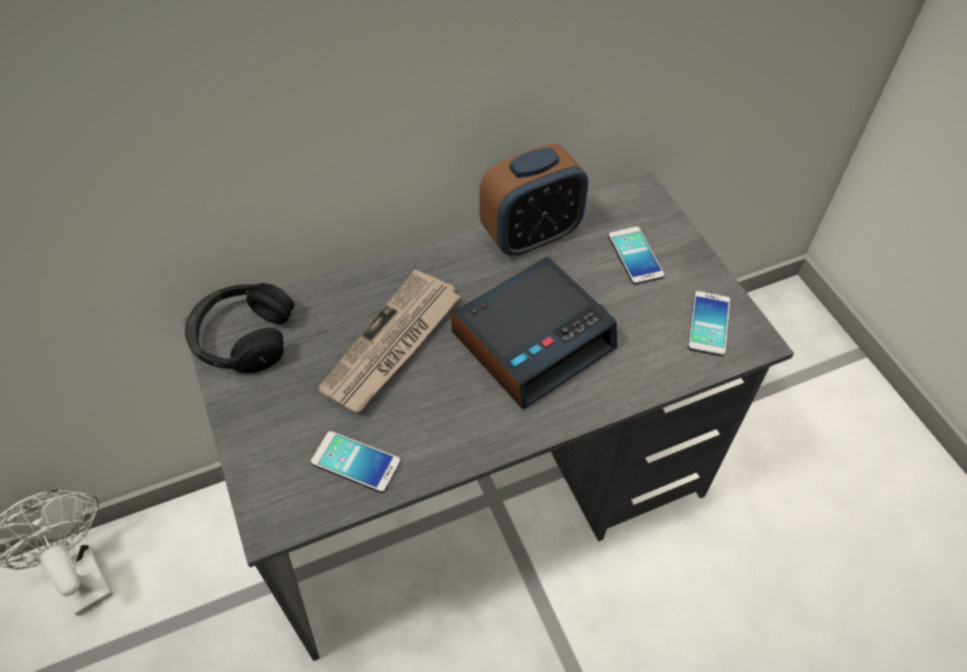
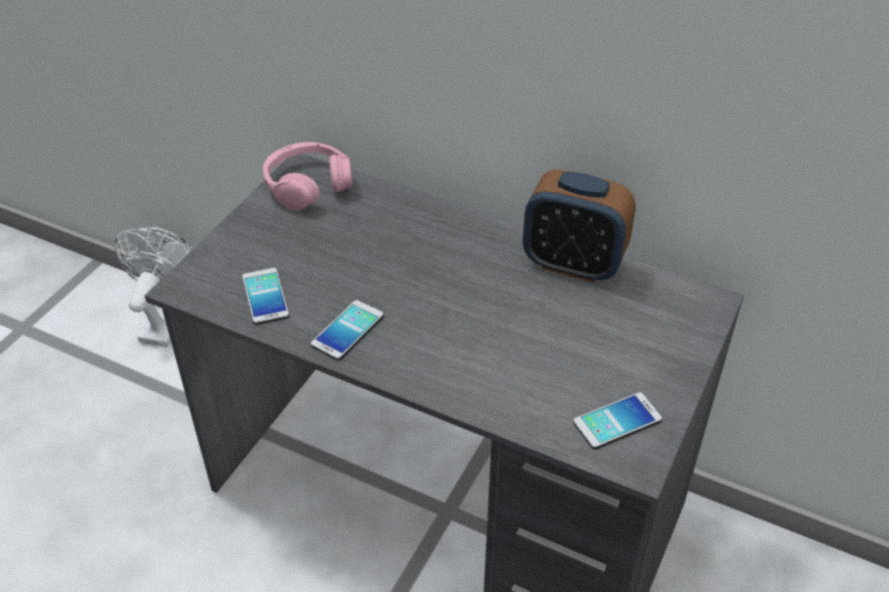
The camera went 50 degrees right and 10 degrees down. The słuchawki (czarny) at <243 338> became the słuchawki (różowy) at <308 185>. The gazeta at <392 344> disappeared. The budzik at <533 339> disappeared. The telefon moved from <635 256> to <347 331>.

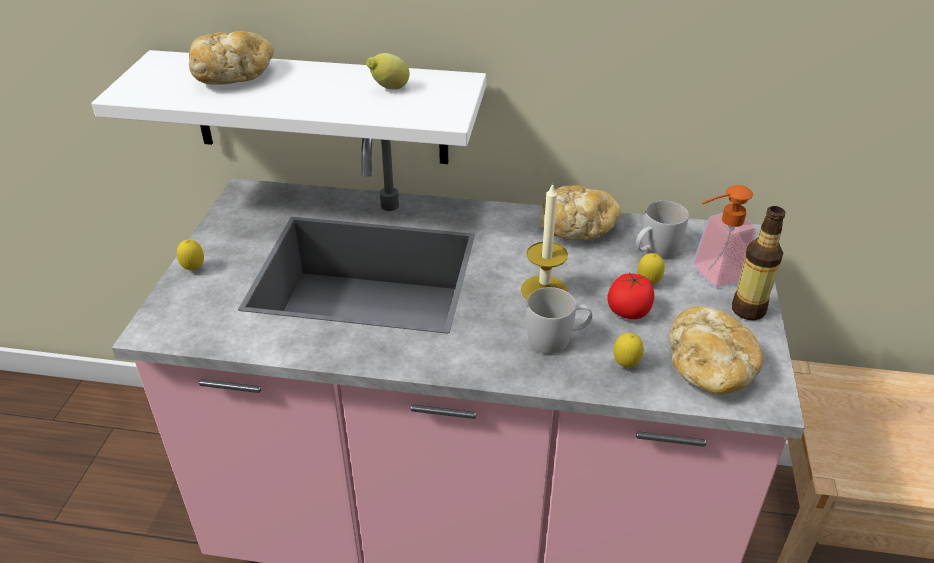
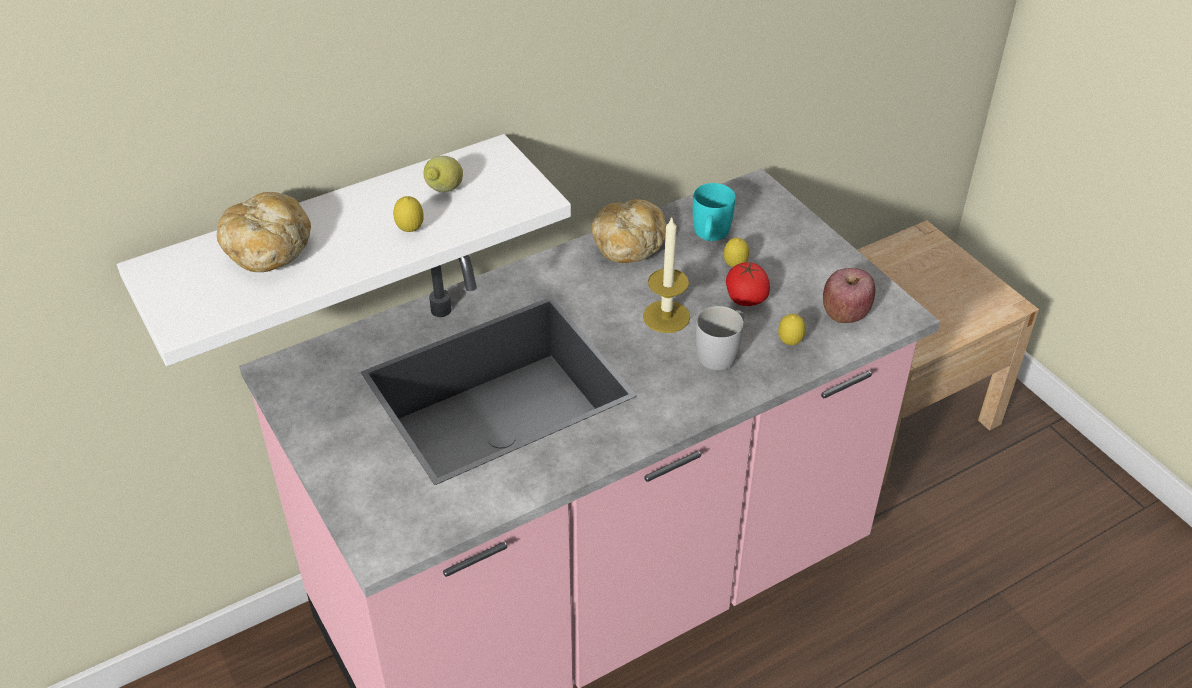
The camera went 40 degrees left and 5 degrees up. The cytryna moved from <194 269> to <410 231>. The kubek (biały) at <654 251> became the kubek (turkusowy) at <710 235>. The chleb at <709 369> was replaced by the jabłko at <845 313>. The dozownik mydła at <711 275> disappeared. The butelka at <748 310> disappeared.

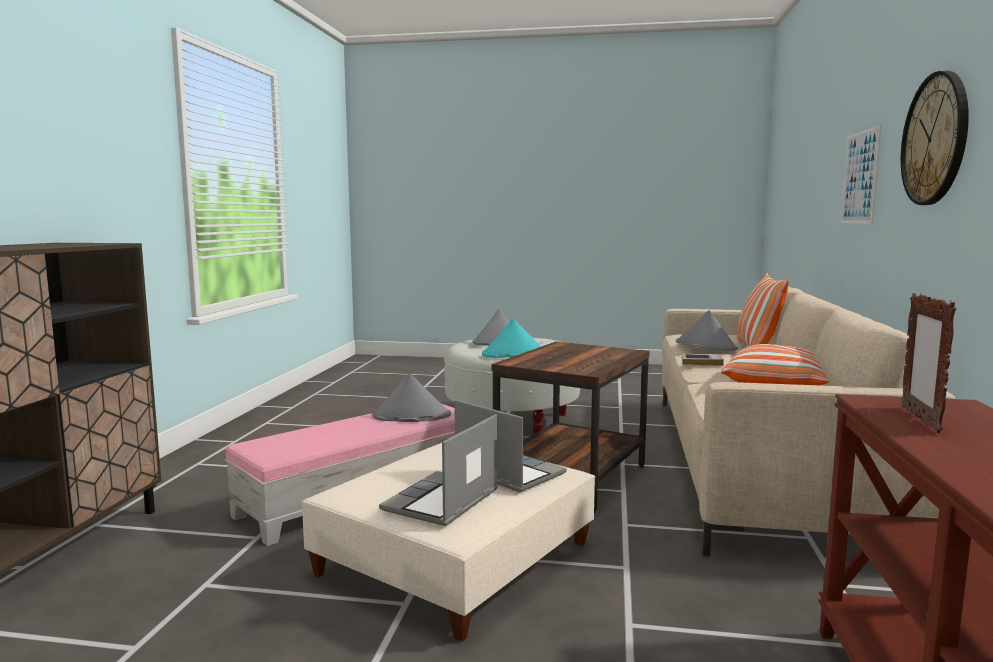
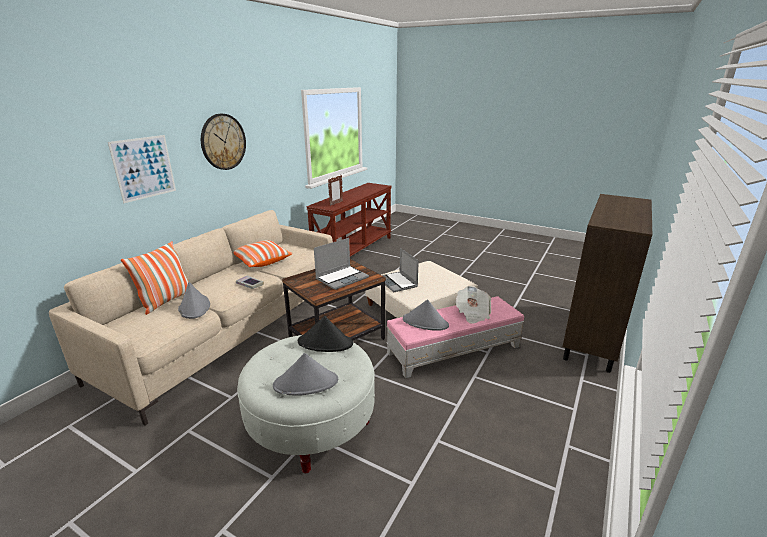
The camera went 160 degrees left and 15 degrees up. The laptop moved from <441 501> to <342 278>. The kapelusz (turkusowy) at <513 354> became the kapelusz (czarny) at <325 343>. The gazeta at <472 313> appeared.

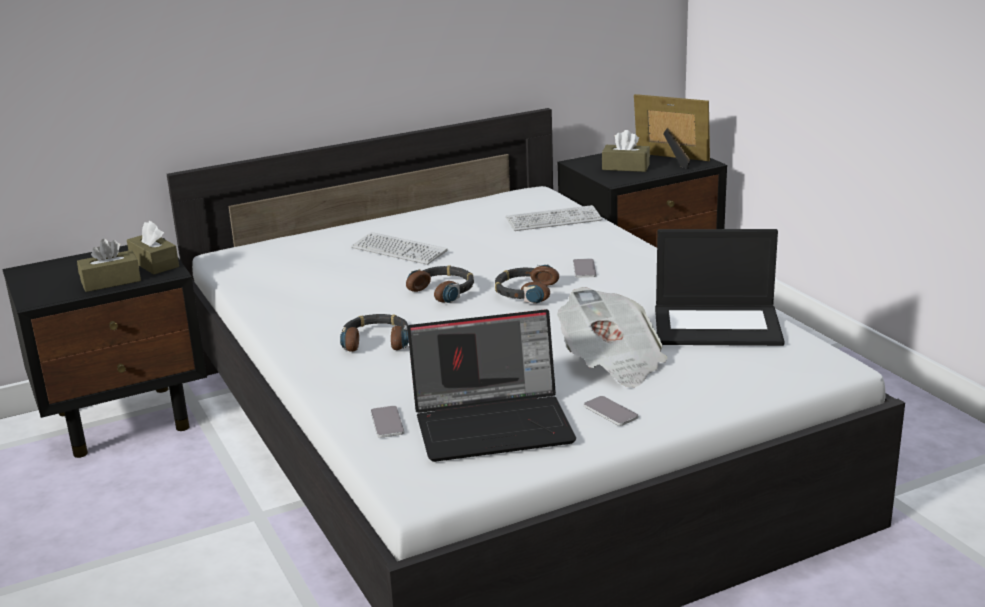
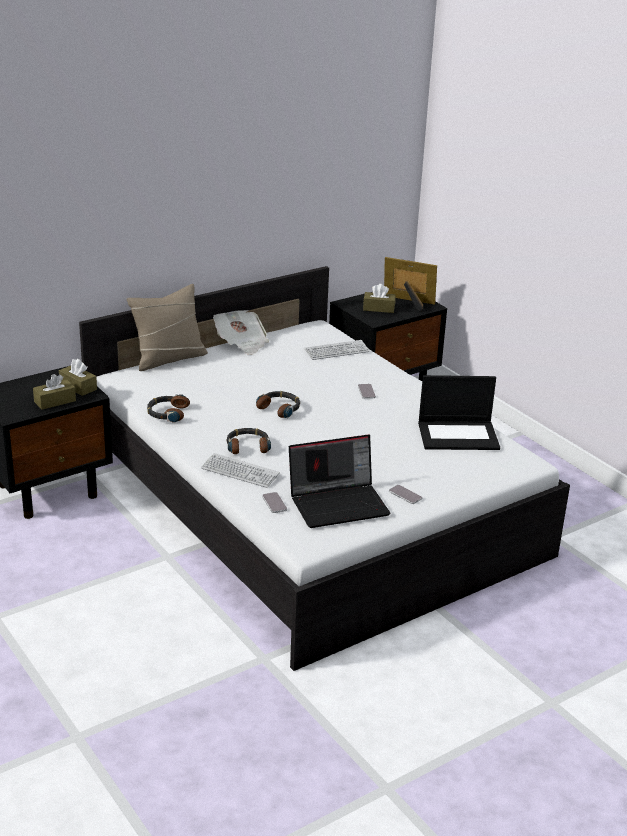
The camera went 10 degrees left and 5 degrees up. The klawiatura moved from <399 250> to <240 472>. The słuchawki moved from <525 292> to <167 413>. The gazeta moved from <612 363> to <241 343>. The poduszka (beżowy) at <169 358> appeared.

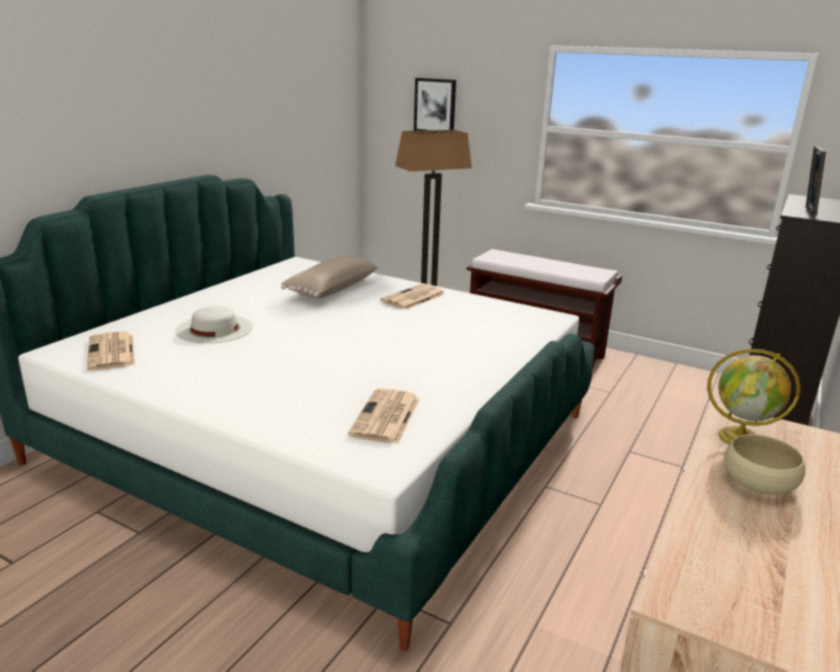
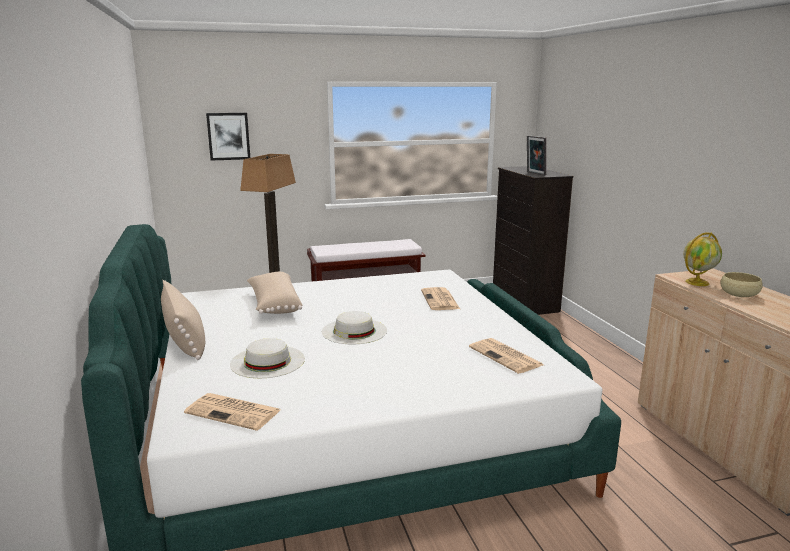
The camera went 45 degrees left and 5 degrees down. The gazeta moved from <413 298> to <440 300>. The poduszka (beżowy) at <185 339> appeared. The kapelusz (biały) at <354 331> appeared.

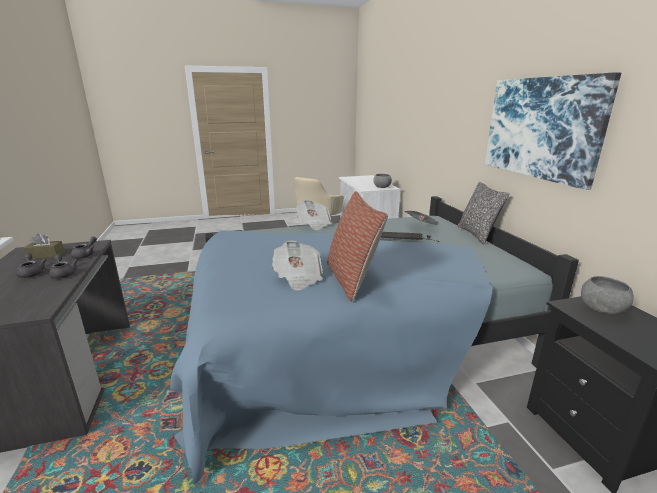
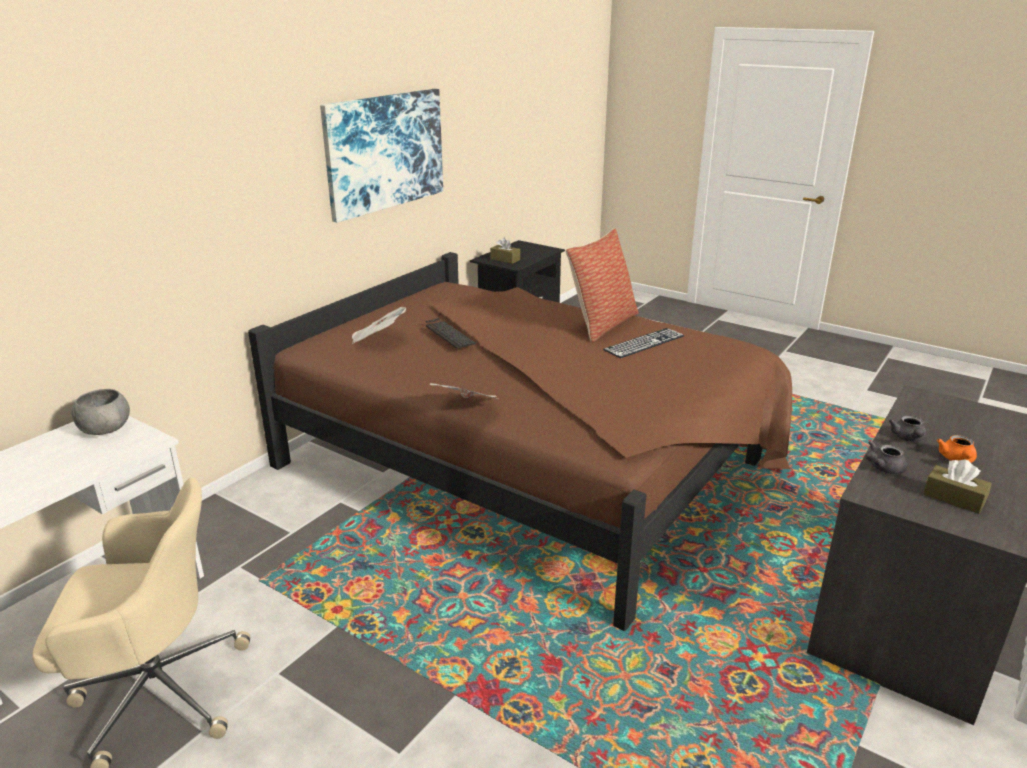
The camera went 130 degrees left and 5 degrees up. The imbryk (szary) at <32 273> became the imbryk (pomarańczowy) at <956 459>. The łóżko (niebieski) at <351 336> became the łóżko (brązowy) at <534 460>. The gazeta at <298 278> was replaced by the klawiatura at <644 343>. The poduszka at <477 234> disappeared. The miska (szary) at <601 309> was replaced by the pudełko chusteczek (brązowy) at <505 259>.

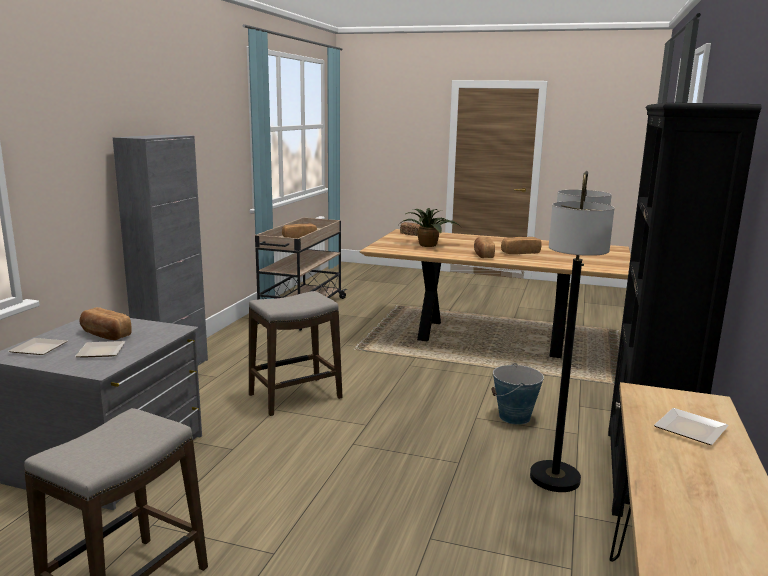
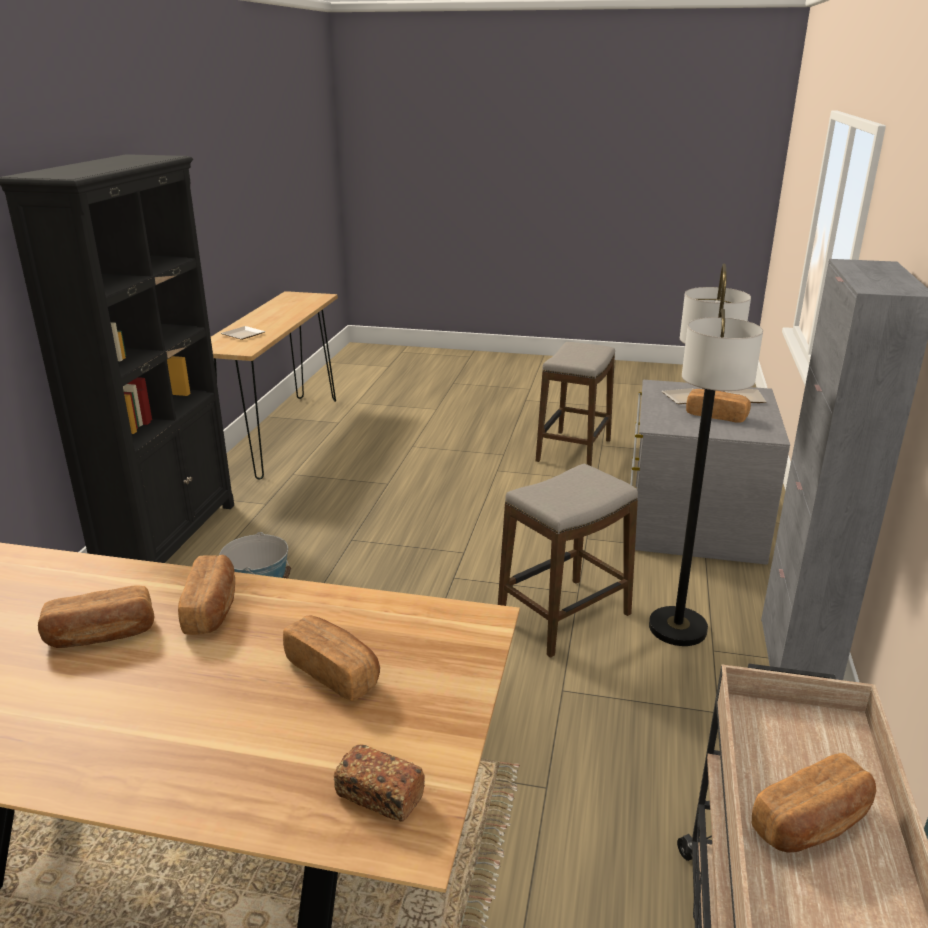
The camera went 175 degrees right and 10 degrees up. The roślina doniczkowa at <429 245> was replaced by the chleb at <334 671>. The lampa stojąca moved from <555 478> to <677 628>.

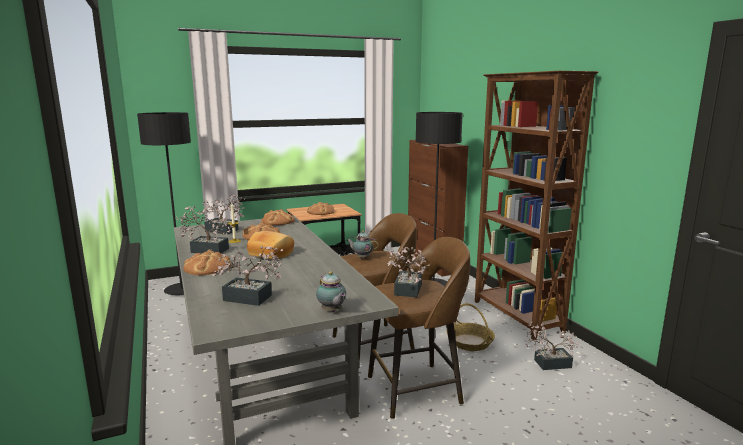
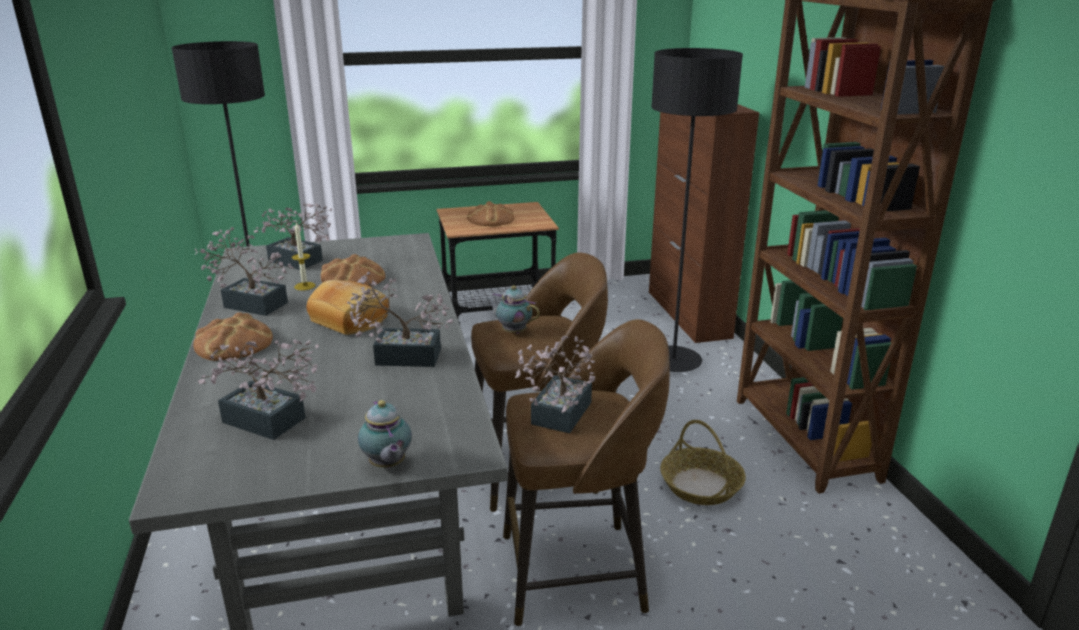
The camera went 10 degrees right and 10 degrees up. The chleb at <277 221> disappeared. The roślina doniczkowa moved from <548 363> to <400 356>.

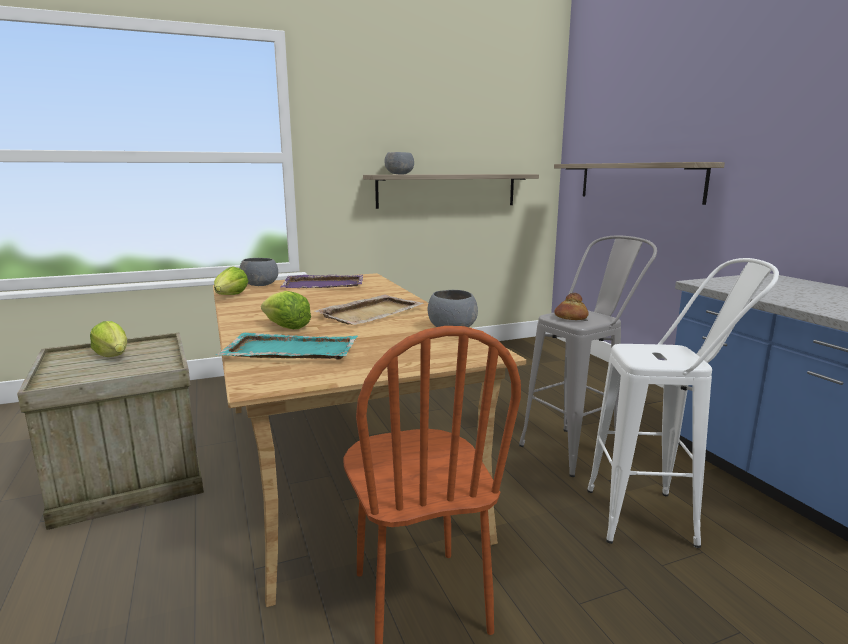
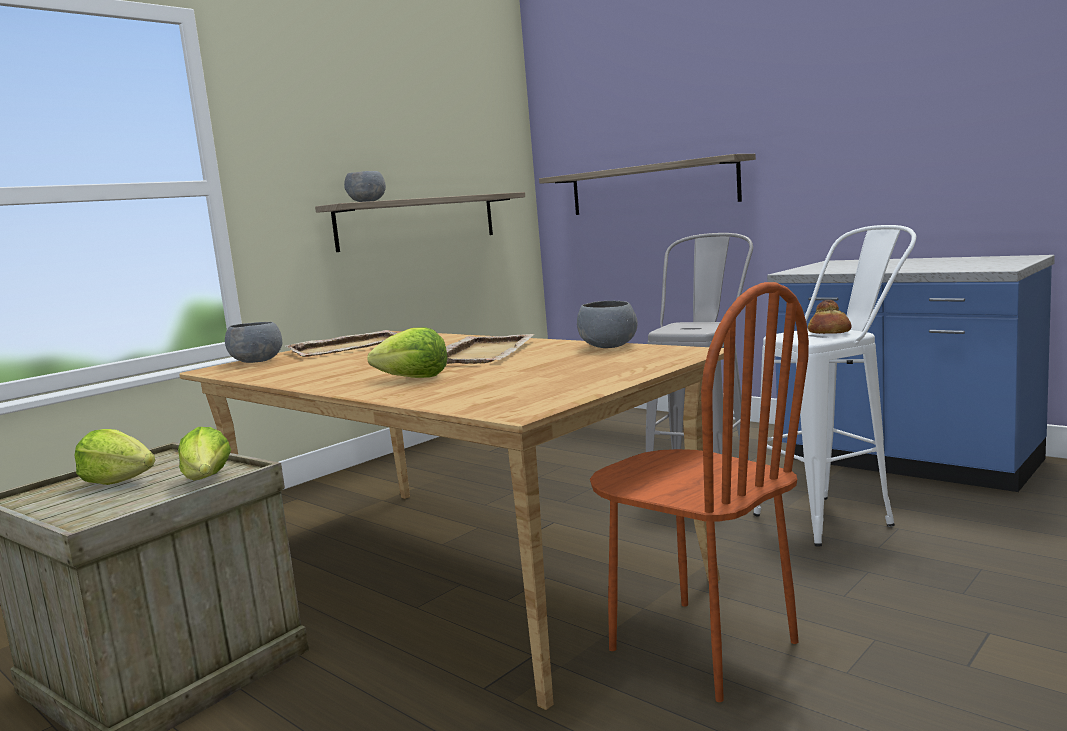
The camera went 25 degrees left and 5 degrees down. The sałata moved from <230 296> to <207 481>. The taca (turkusowy) at <290 350> disappeared. The taca (fioletowy) at <324 284> became the taca (beżowy) at <349 347>. The chleb moved from <570 318> to <829 333>.

